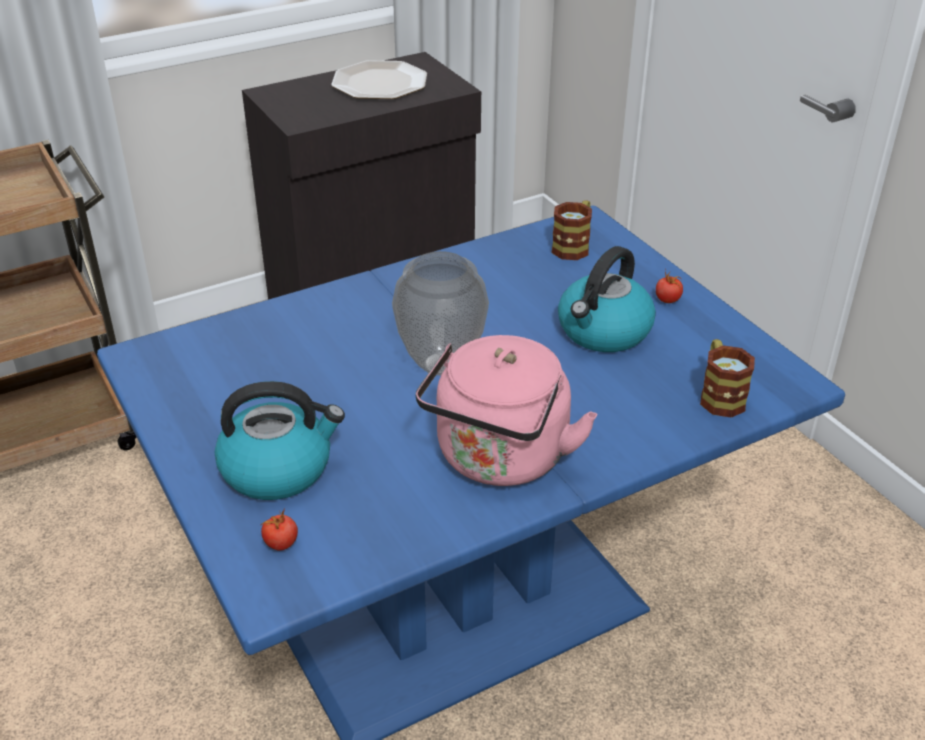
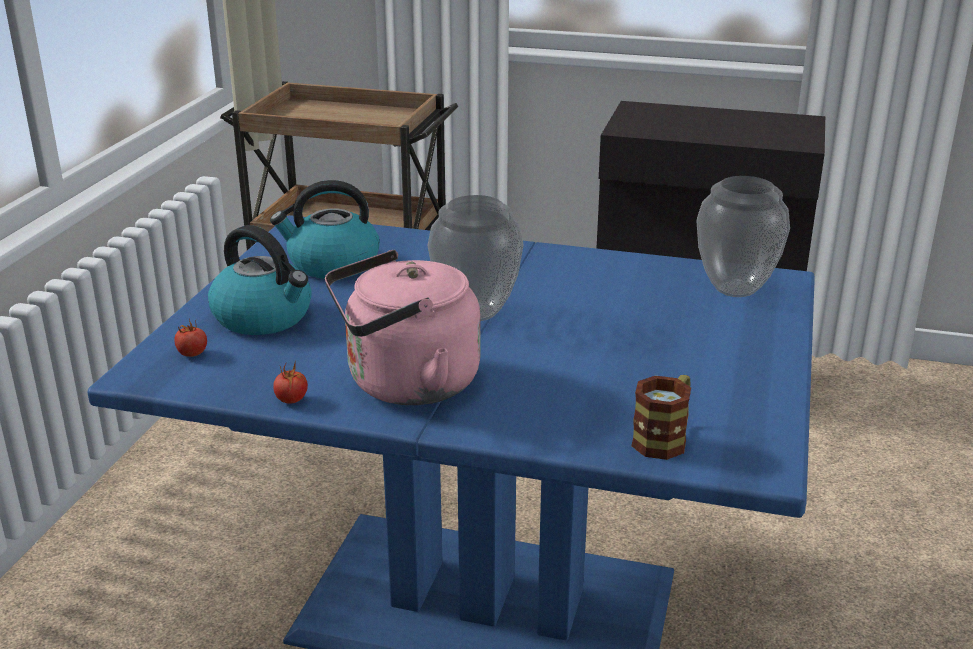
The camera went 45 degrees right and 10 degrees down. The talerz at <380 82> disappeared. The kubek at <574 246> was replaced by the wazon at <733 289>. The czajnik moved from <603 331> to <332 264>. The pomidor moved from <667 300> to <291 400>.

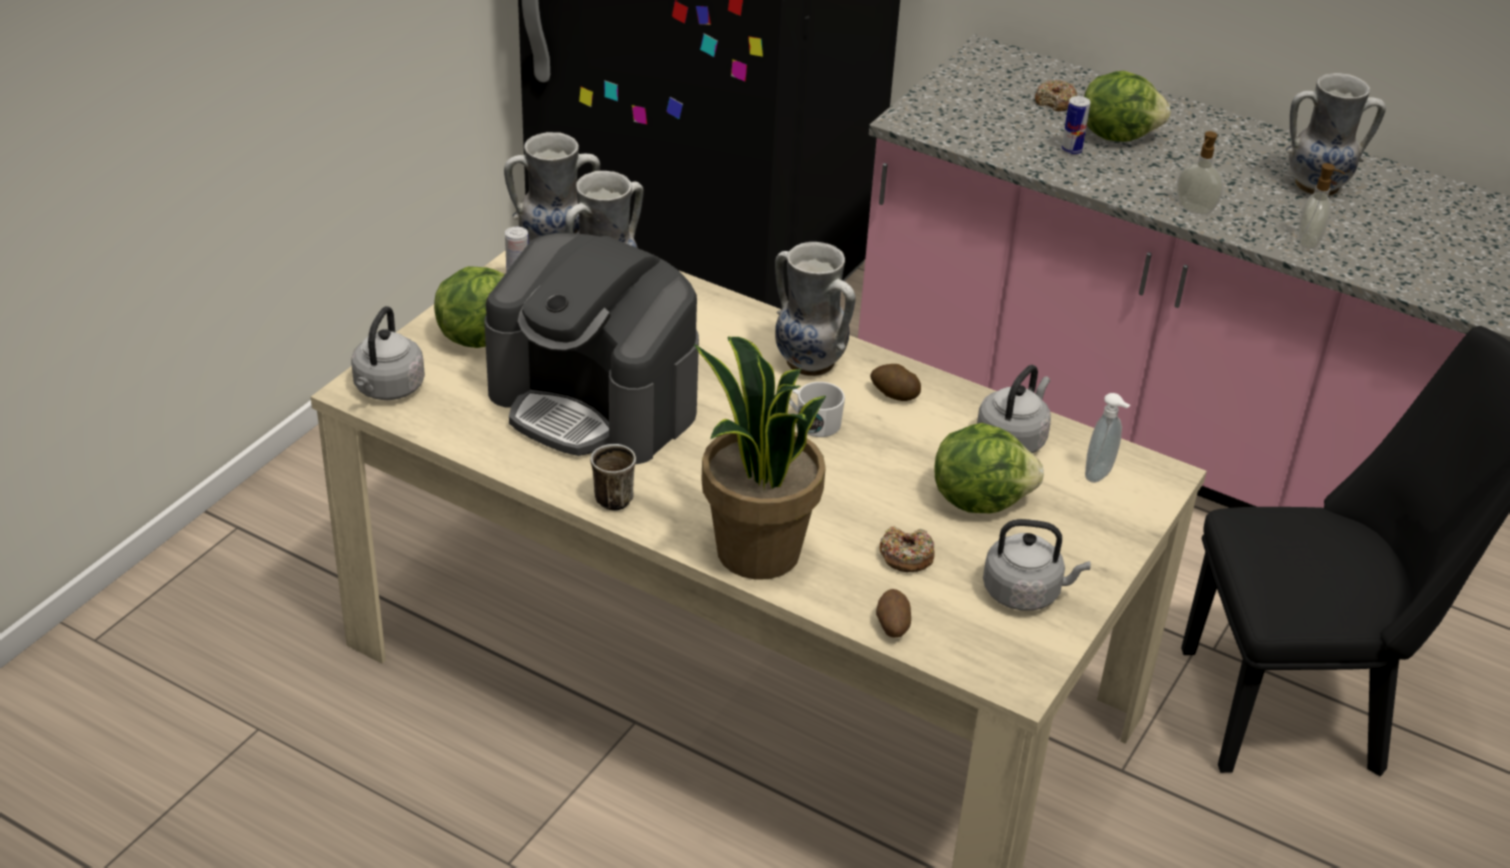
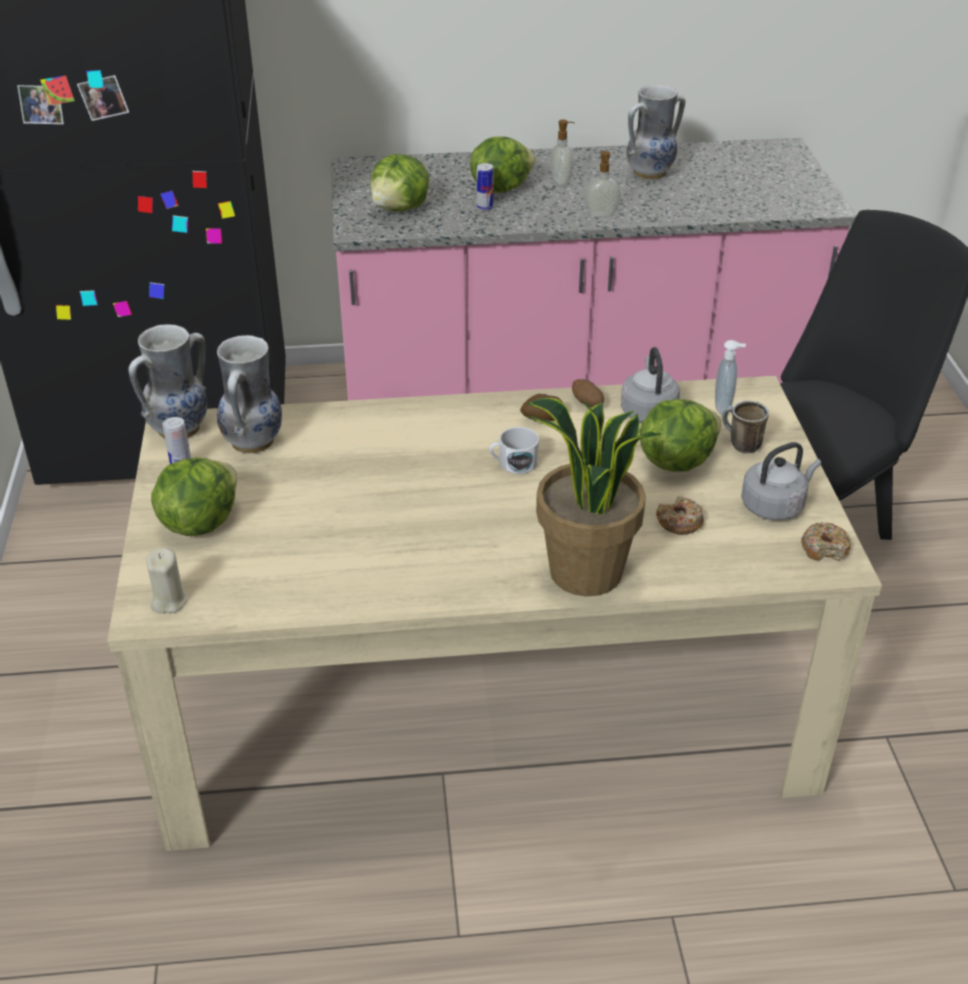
The camera went 35 degrees left and 0 degrees up. The czajnik (szary) at <387 389> was replaced by the świeca (beżowy) at <169 601>. The ekspres do kawy at <595 402> disappeared. The kubek moved from <610 496> to <739 445>. The wazon at <808 363> disappeared. The ziemniak moved from <892 626> to <587 403>. The donut moved from <1055 102> to <824 548>. The dozownik mydła moved from <1310 242> to <561 181>. The sałata at <400 209> appeared.

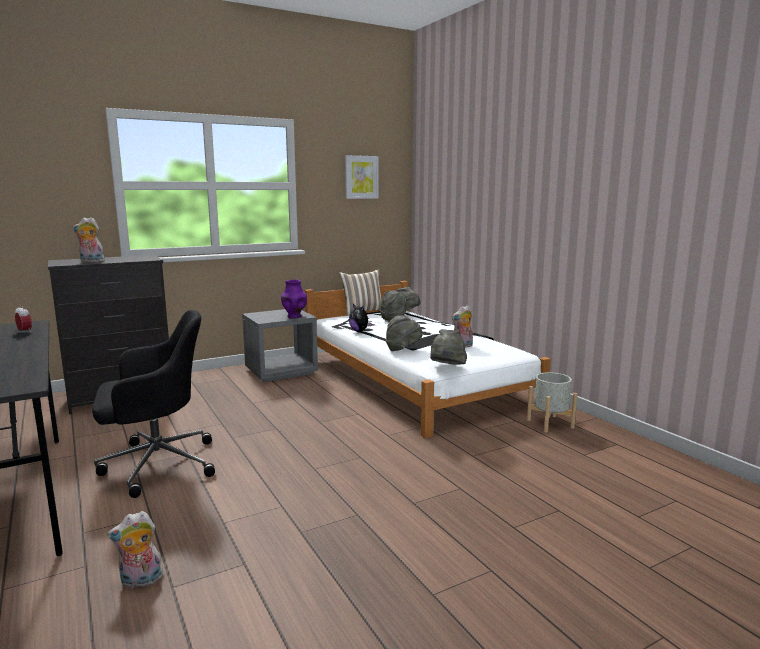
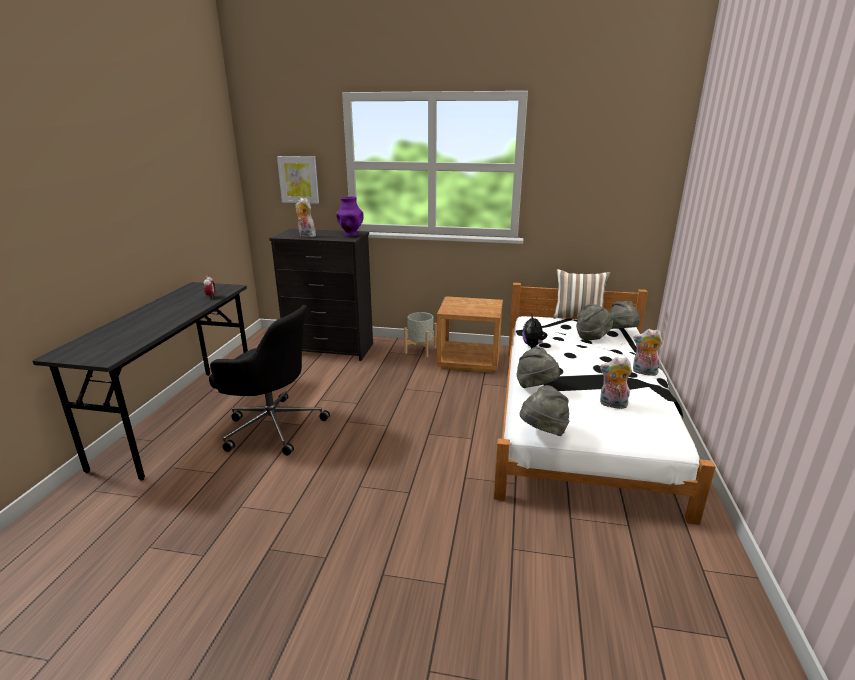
The camera went 40 degrees right and 10 degrees up. The pluszak moved from <140 581> to <644 372>. The szafka nocna (szary) at <281 371> became the szafka nocna (brązowy) at <469 361>. The wazon (fioletowy) moved from <294 317> to <350 235>. The obraz moved from <361 177> to <298 179>. The donica (szary) moved from <549 424> to <420 350>.

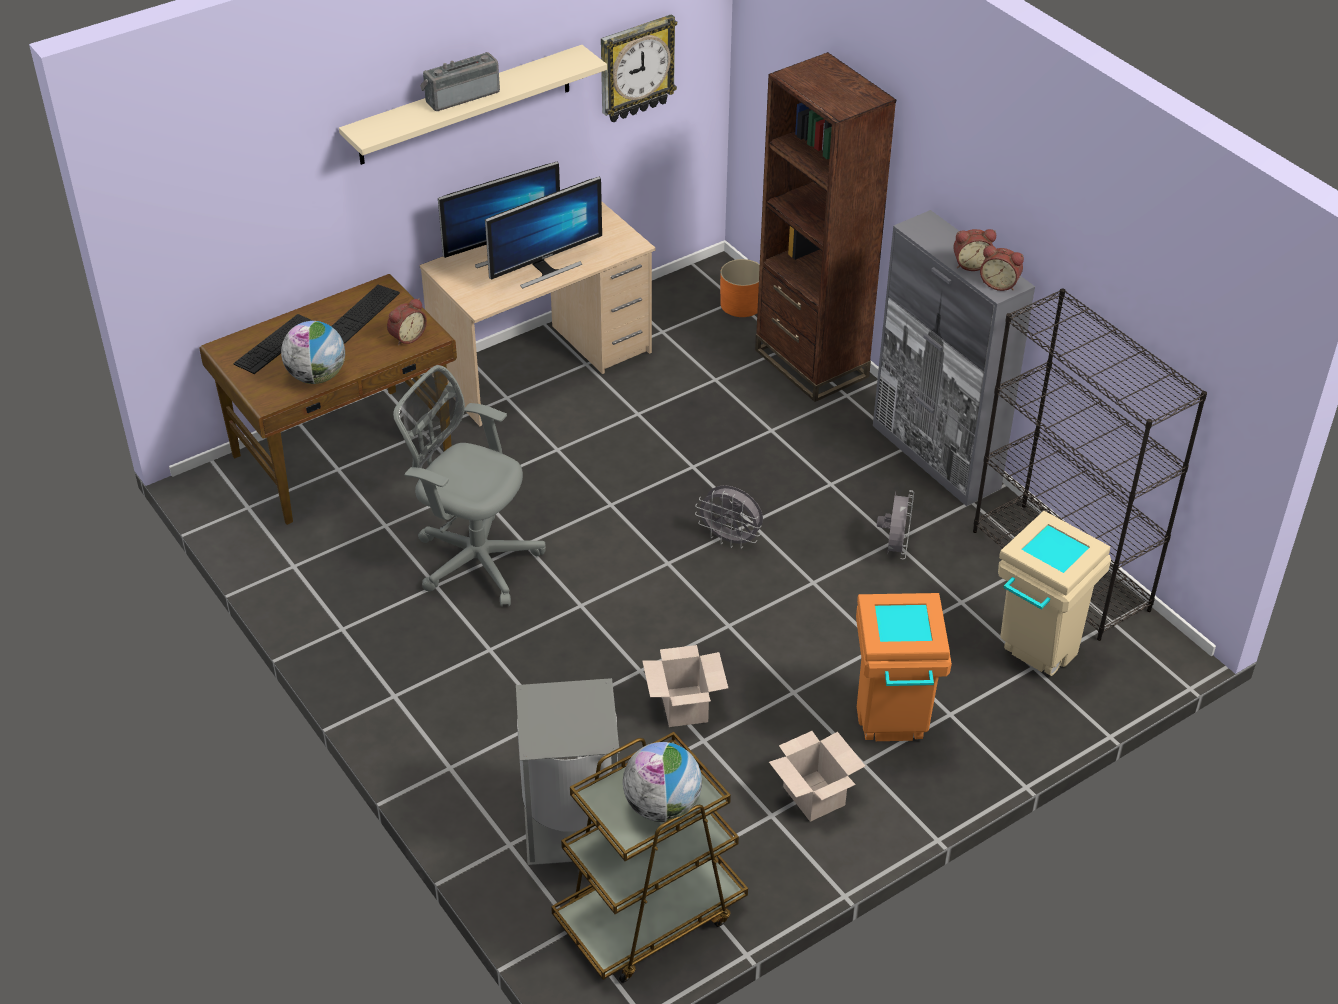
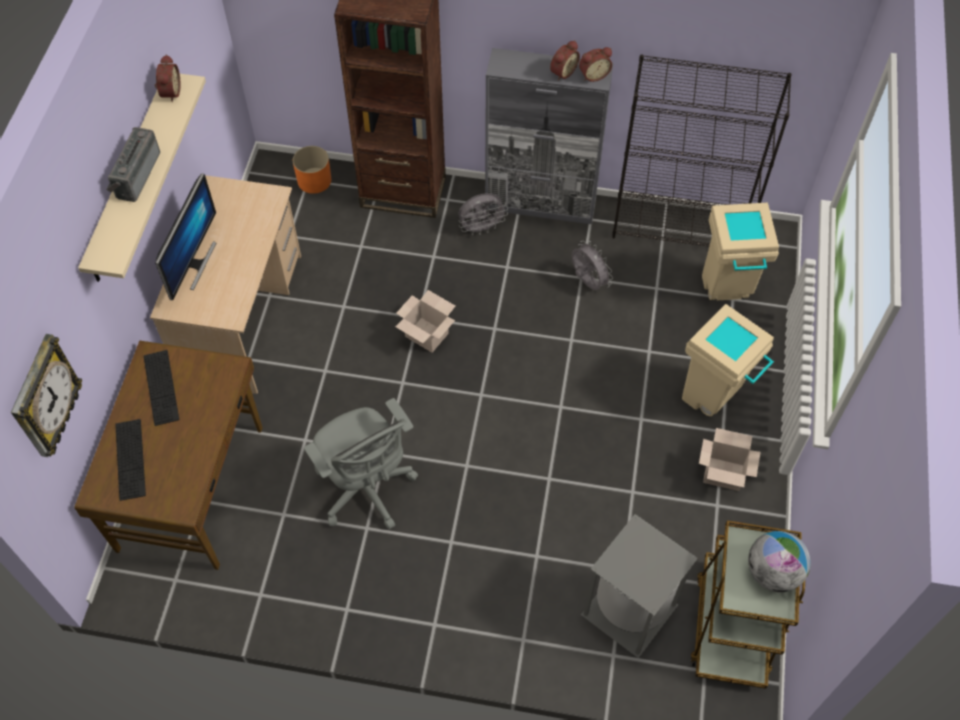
The camera went 45 degrees left and 15 degrees up. The globus at <317 376> disappeared. The budzik moved from <406 337> to <169 92>. The krzesło biurowe (szary) at <473 558> turned 105 degrees counterclockwise. The monitor at <545 270> disappeared. The zegar ścienny moved from <636 68> to <44 398>. The karton moved from <685 707> to <428 335>. The wentylator (szary) moved from <730 540> to <481 228>. The kosz na śmieci (pomarańczowy) at <891 732> became the kosz na śmieci (beżowy) at <714 399>.

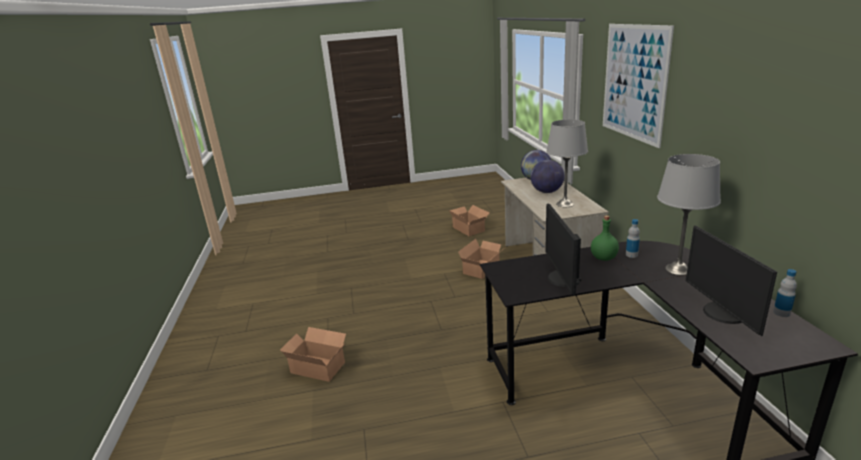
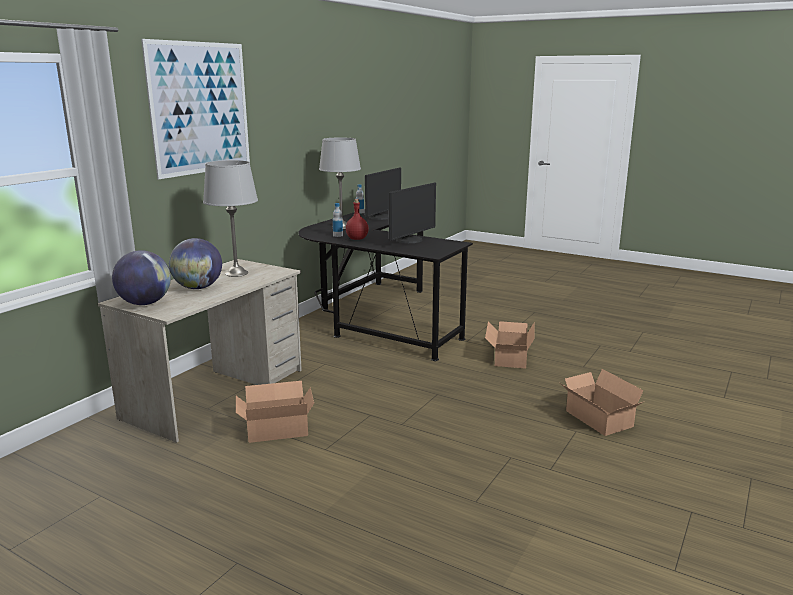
The camera went 140 degrees left and 5 degrees down. The karton moved from <469 228> to <508 358>. The butelka (zielony) at <603 258> became the butelka (czerwony) at <357 239>.

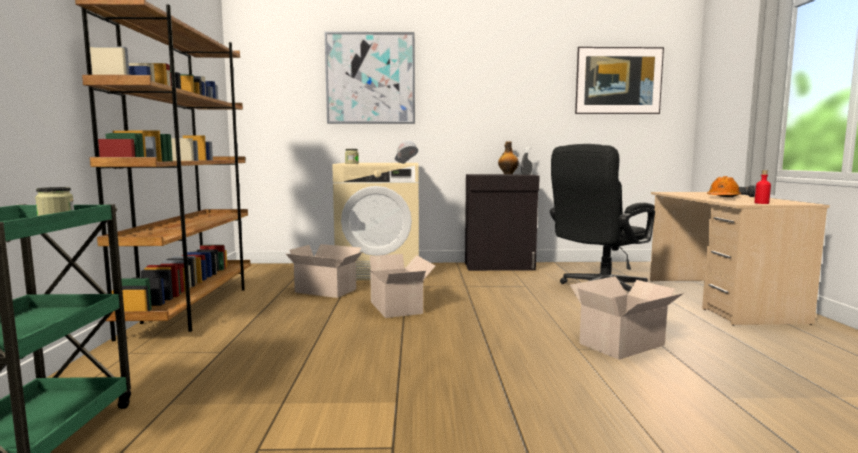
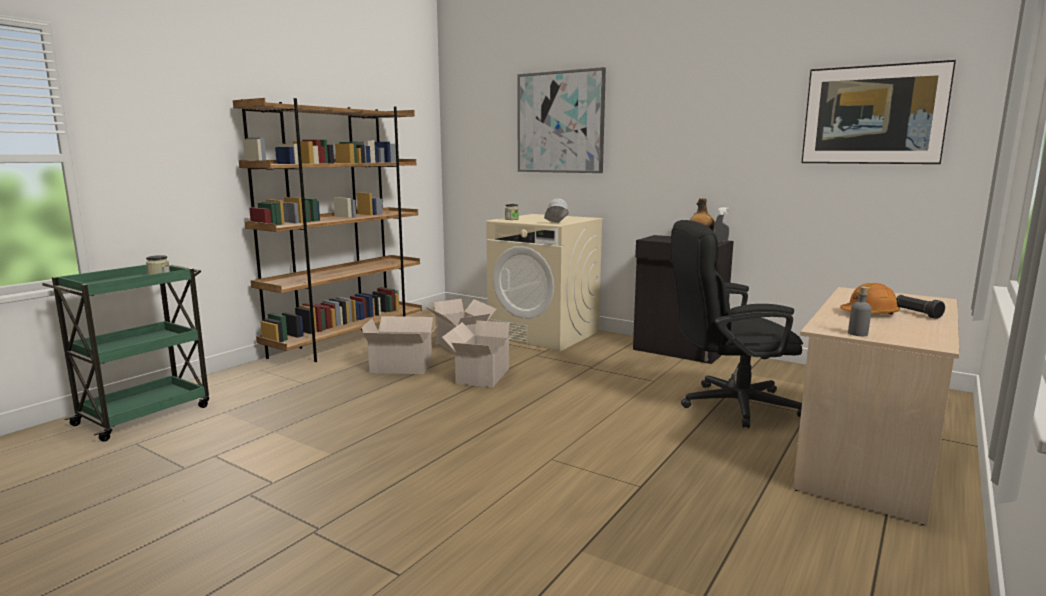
The camera went 35 degrees right and 5 degrees up. The karton moved from <624 344> to <403 367>. The butelka (czerwony) at <761 203> became the butelka (szary) at <858 333>.

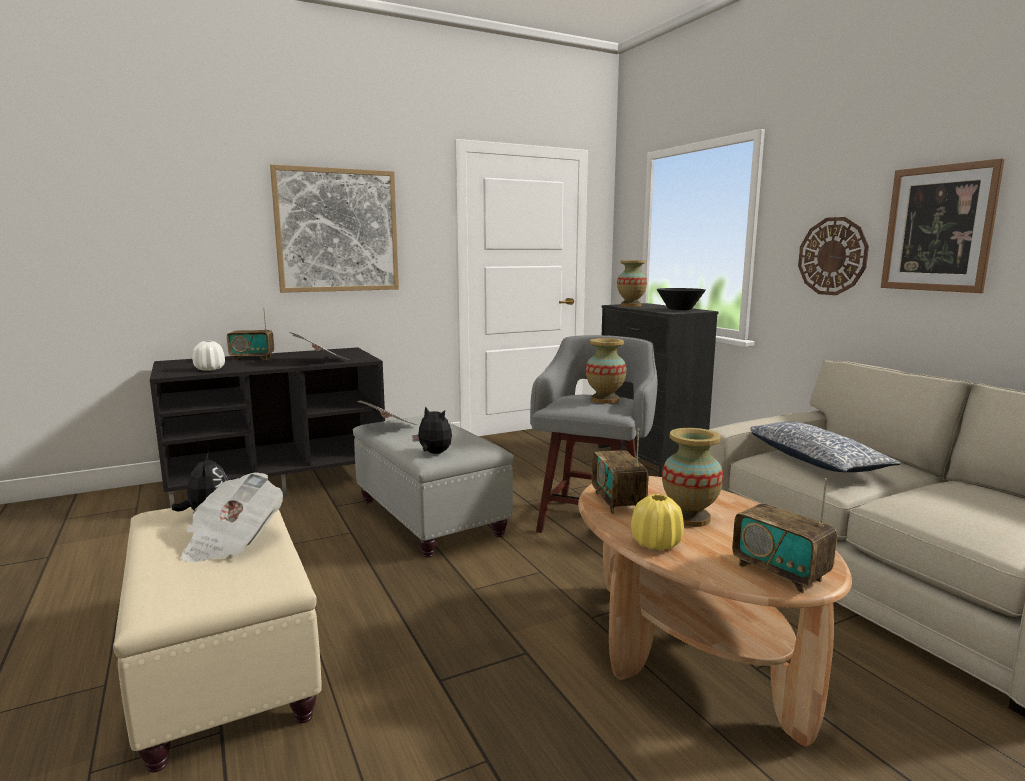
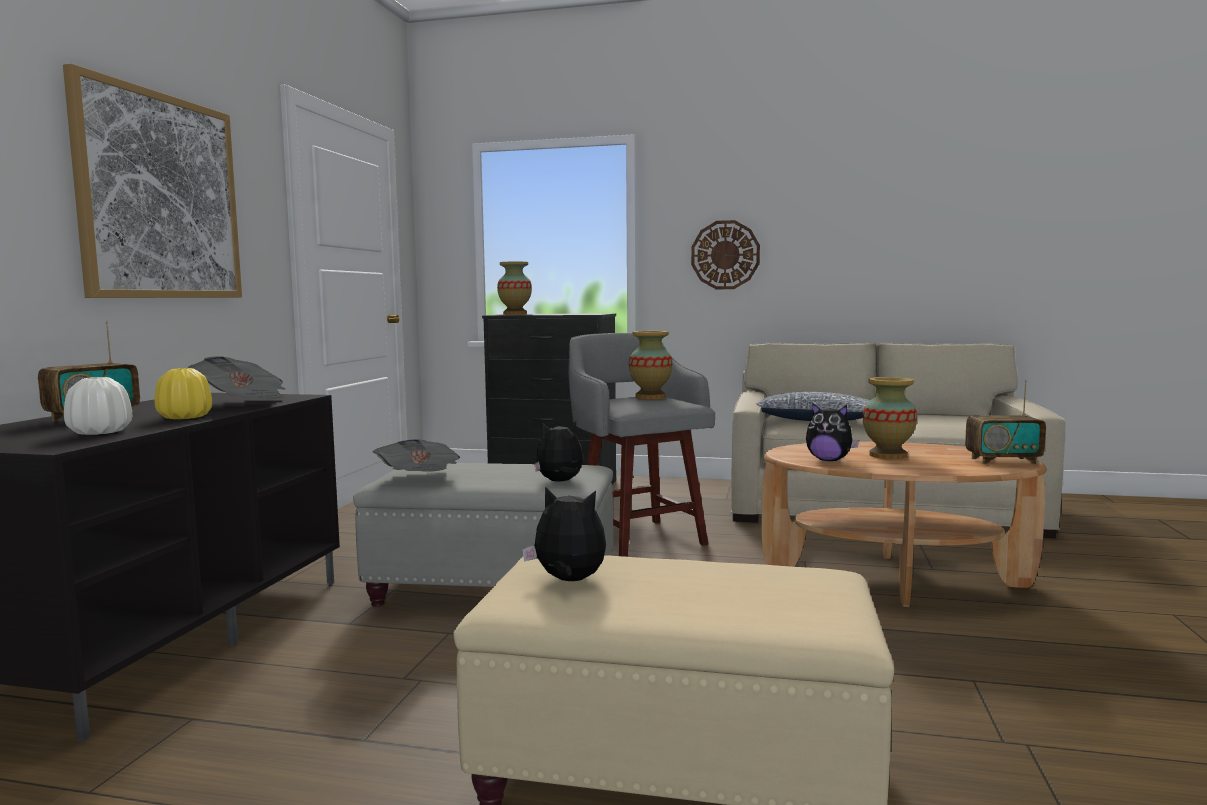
The camera went 50 degrees left and 5 degrees down. The gazeta at <232 541> disappeared. The radio at <617 502> was replaced by the pluszak at <829 460>. The wazon (żółty) moved from <656 543> to <185 417>. The miska (czarny) at <680 309> disappeared. The obraz at <938 228> disappeared.

